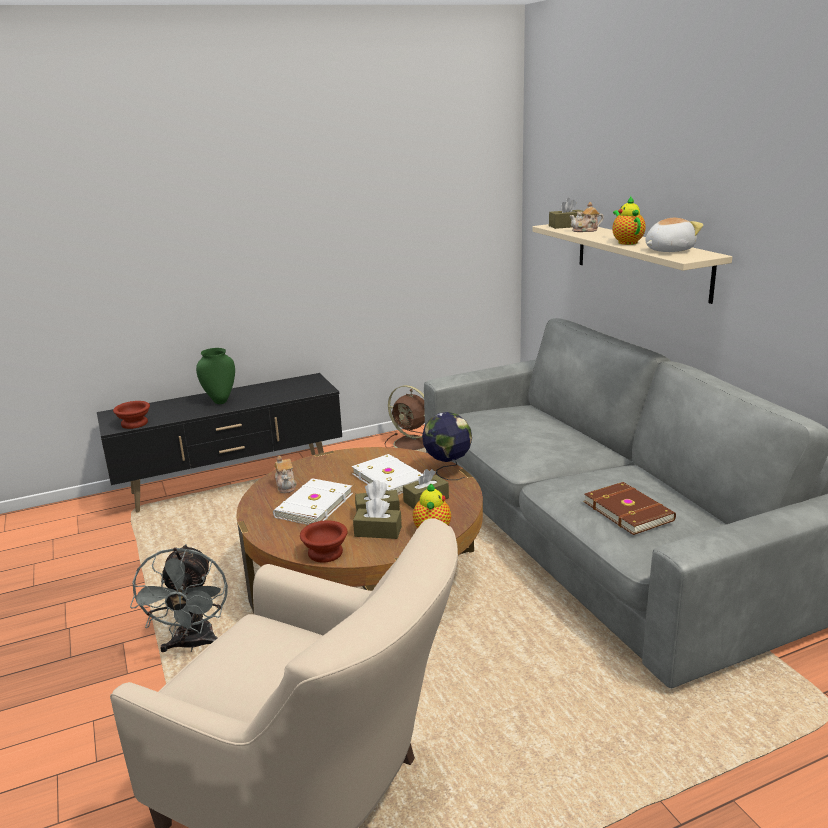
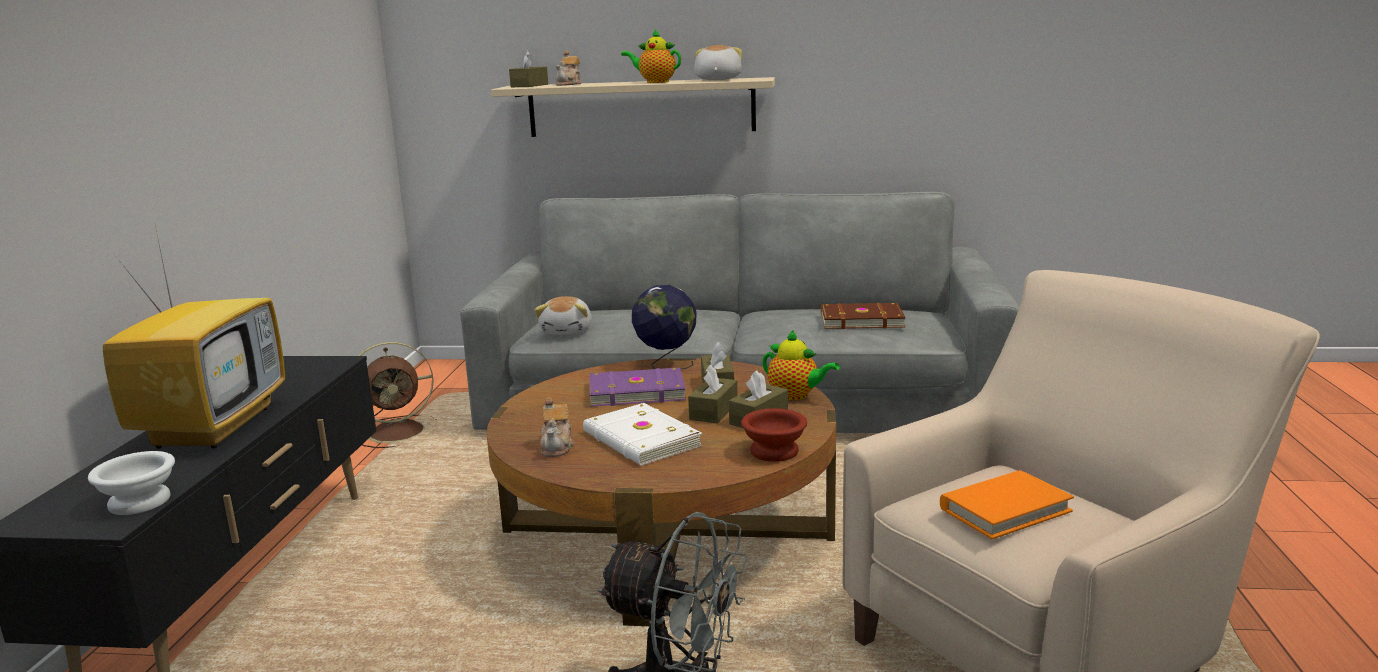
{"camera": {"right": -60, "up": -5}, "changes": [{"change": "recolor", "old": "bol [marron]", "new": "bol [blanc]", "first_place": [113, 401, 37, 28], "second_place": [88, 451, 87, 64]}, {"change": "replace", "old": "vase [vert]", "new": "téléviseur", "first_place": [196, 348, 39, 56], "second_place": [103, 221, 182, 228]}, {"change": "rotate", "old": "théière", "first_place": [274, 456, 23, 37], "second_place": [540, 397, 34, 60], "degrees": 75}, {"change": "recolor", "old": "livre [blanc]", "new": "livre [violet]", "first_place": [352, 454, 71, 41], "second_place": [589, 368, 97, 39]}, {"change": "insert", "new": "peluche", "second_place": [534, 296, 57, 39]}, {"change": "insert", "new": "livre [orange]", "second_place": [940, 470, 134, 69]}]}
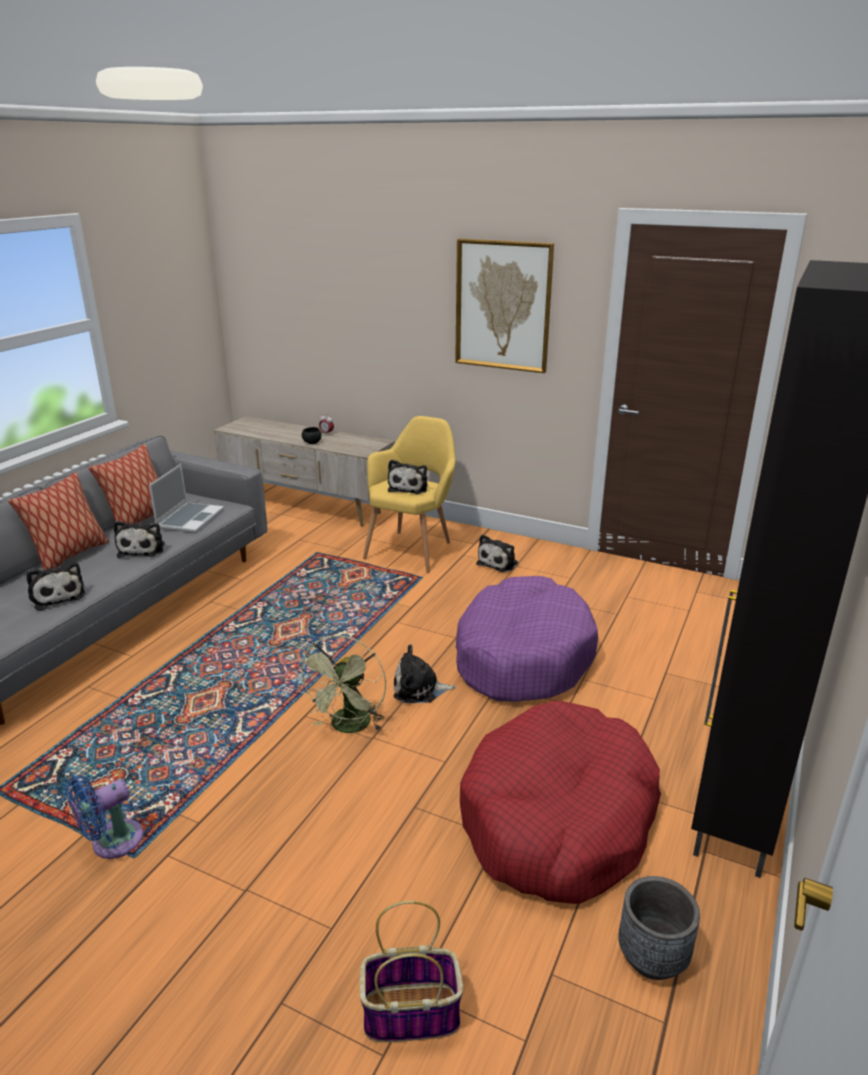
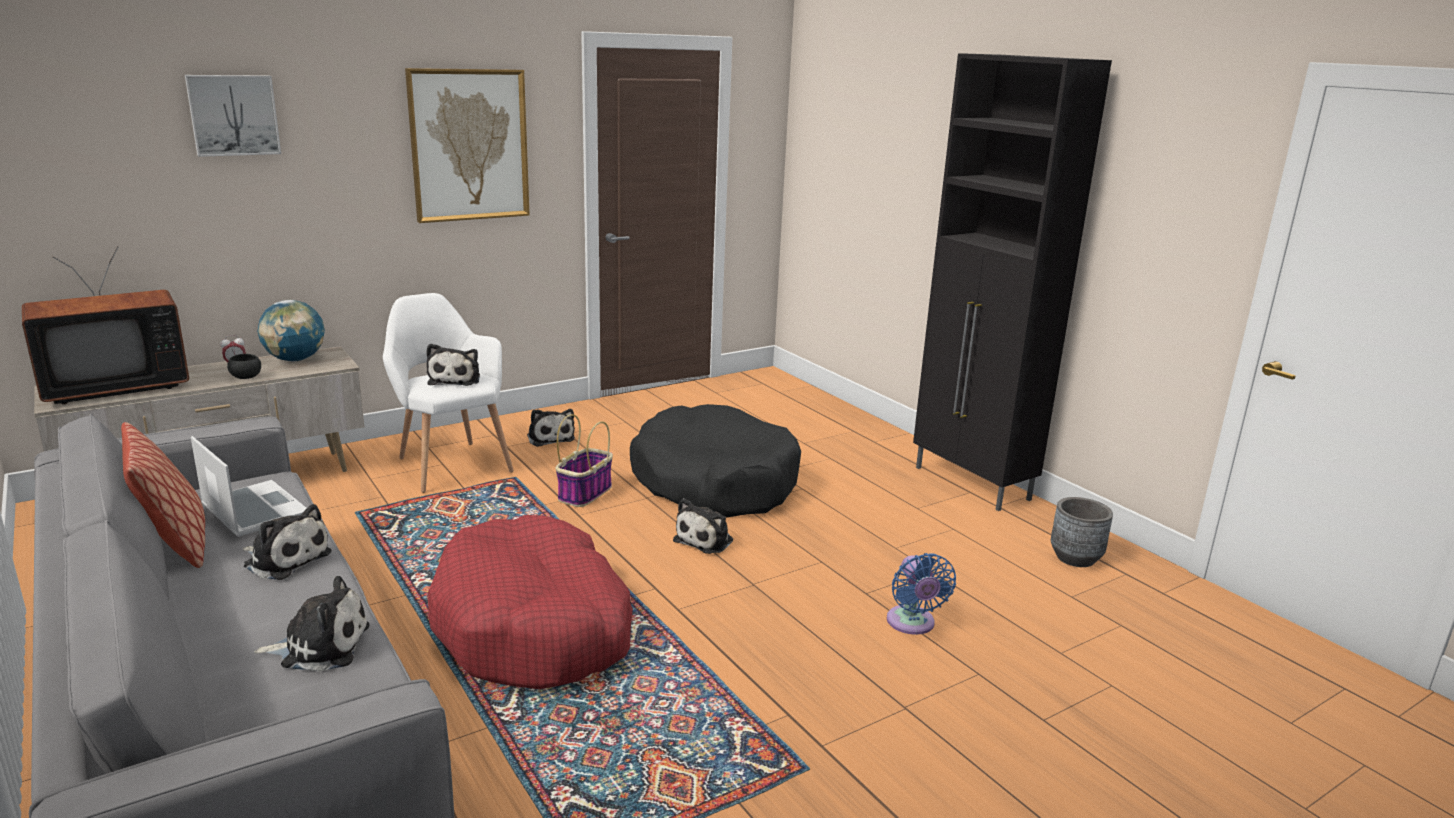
{"camera": {"right": -60, "up": -5}, "changes": [{"change": "delete", "old": "coussin", "first_place": [8, 472, 101, 98]}, {"change": "move", "old": "ventilateur [bleu]", "first_place": [65, 775, 78, 84], "second_place": [887, 553, 69, 82]}, {"change": "delete", "old": "ventilateur [vert]", "first_place": [297, 635, 89, 98]}, {"change": "move", "old": "panier", "first_place": [359, 901, 104, 141], "second_place": [556, 414, 57, 93]}, {"change": "recolor", "old": "fauteuil [jaune]", "new": "fauteuil [blanc]", "first_place": [363, 416, 93, 157], "second_place": [383, 293, 131, 200]}, {"change": "rotate", "old": "peluche", "first_place": [388, 459, 40, 35], "second_place": [427, 344, 53, 42], "degrees": 45}, {"change": "recolor", "old": "panier pour chien [violet]", "new": "panier pour chien [noir]", "first_place": [456, 576, 142, 126], "second_place": [630, 404, 171, 113]}, {"change": "move", "old": "panier pour chien [rouge]", "first_place": [460, 700, 201, 204], "second_place": [427, 515, 206, 174]}, {"change": "insert", "new": "téléviseur", "second_place": [22, 246, 167, 158]}, {"change": "insert", "new": "tableau", "second_place": [185, 75, 96, 82]}, {"change": "insert", "new": "globe", "second_place": [258, 300, 67, 62]}]}
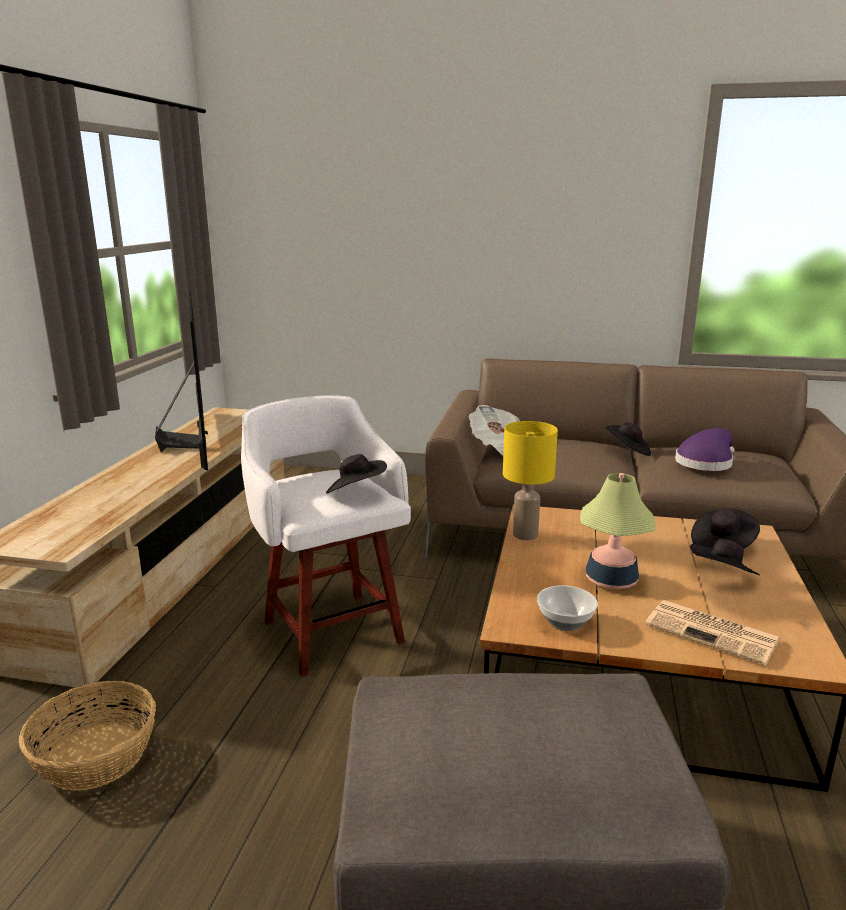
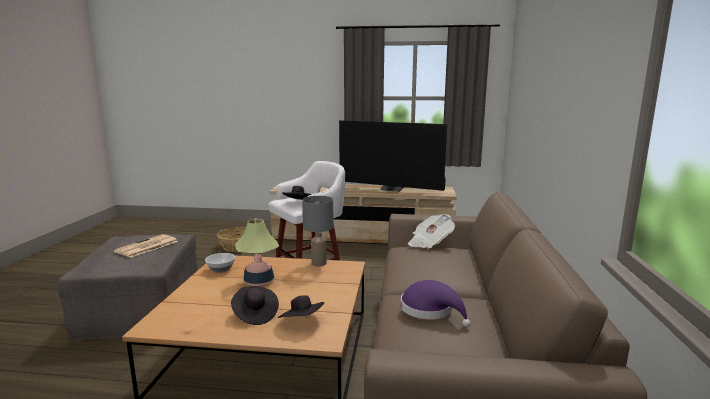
{"camera": {"right": 85, "up": -5}, "changes": [{"change": "rotate", "old": "téléviseur", "first_place": [155, 289, 53, 181], "second_place": [339, 120, 108, 72], "degrees": 45}, {"change": "recolor", "old": "lampe de table [jaune]", "new": "lampe de table [gris]", "first_place": [503, 421, 55, 119], "second_place": [302, 196, 32, 70]}, {"change": "delete", "old": "chapeau [noir]", "first_place": [605, 422, 46, 34]}, {"change": "move", "old": "journal", "first_place": [645, 600, 135, 66], "second_place": [114, 234, 64, 24]}]}
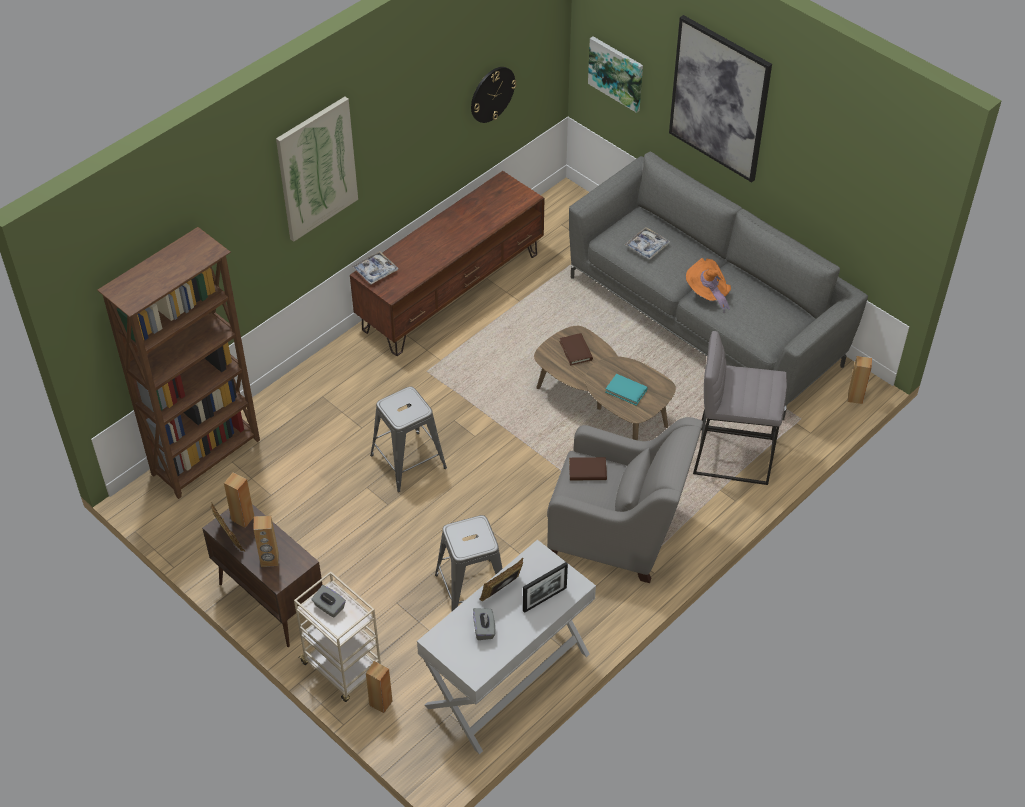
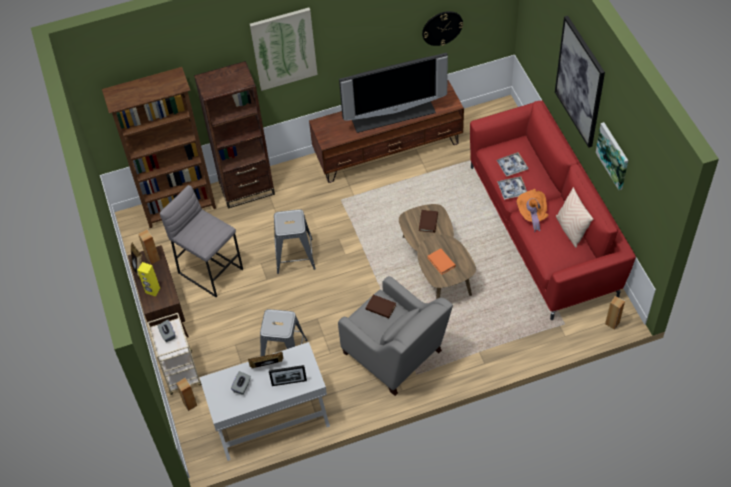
{"camera": {"right": 30, "up": 5}, "changes": [{"change": "recolor", "old": "enceinte [marron]", "new": "enceinte [jaune]", "first_place": [253, 515, 26, 52], "second_place": [137, 262, 23, 34]}, {"change": "move", "old": "plateau", "first_place": [352, 251, 46, 33], "second_place": [497, 176, 30, 24]}, {"change": "recolor", "old": "canapé [gris]", "new": "canapé [rouge]", "first_place": [569, 151, 299, 269], "second_place": [470, 100, 166, 220]}, {"change": "move", "old": "tableau", "first_place": [588, 36, 55, 77], "second_place": [596, 122, 32, 68]}, {"change": "recolor", "old": "livre [turquoise]", "new": "livre [orange]", "first_place": [606, 374, 42, 31], "second_place": [428, 248, 28, 27]}, {"change": "move", "old": "tabouret [gris]", "first_place": [693, 331, 94, 154], "second_place": [160, 185, 83, 113]}, {"change": "insert", "new": "bibliothèque [marron]", "second_place": [194, 61, 81, 147]}, {"change": "insert", "new": "téléviseur", "second_place": [339, 53, 109, 80]}, {"change": "insert", "new": "coussin [beige]", "second_place": [556, 187, 37, 61]}]}
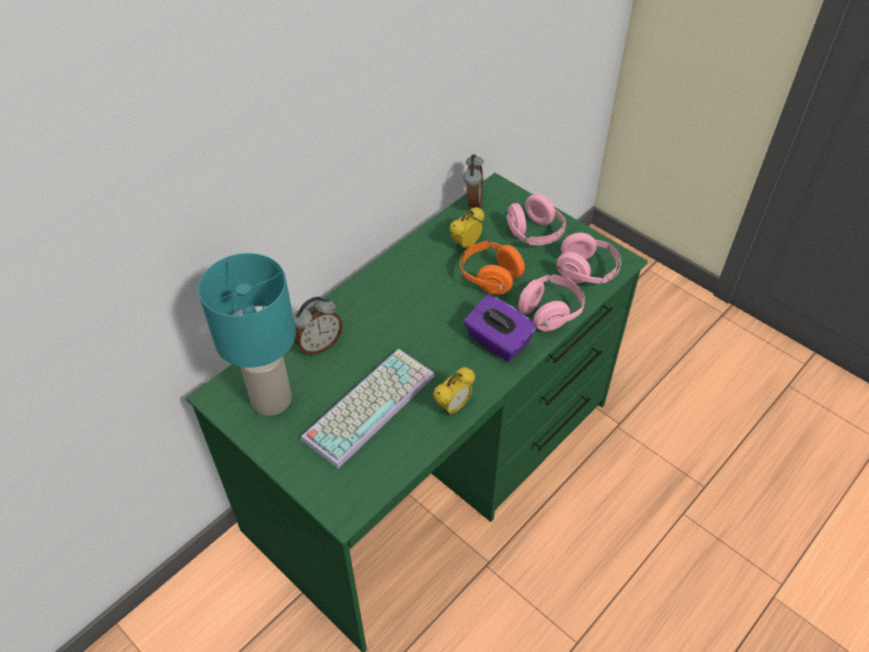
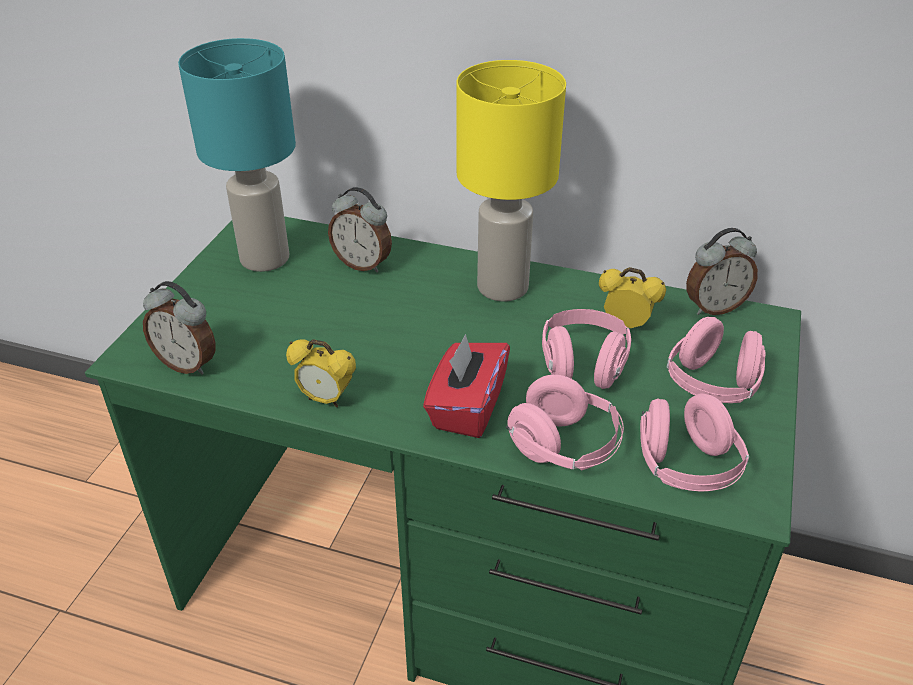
{"camera": {"right": 65, "up": -10}, "changes": [{"change": "delete", "old": "clavier", "first_place": [301, 349, 134, 119]}, {"change": "recolor", "old": "casque audio [orange]", "new": "casque audio [rose]", "first_place": [460, 241, 66, 54], "second_place": [542, 309, 89, 80]}, {"change": "recolor", "old": "boîte à mouchoirs [violet]", "new": "boîte à mouchoirs [rouge]", "first_place": [464, 295, 72, 67], "second_place": [423, 334, 87, 104]}, {"change": "insert", "new": "réveil", "second_place": [143, 281, 73, 94]}, {"change": "insert", "new": "lampe de table [jaune]", "second_place": [456, 60, 110, 241]}]}
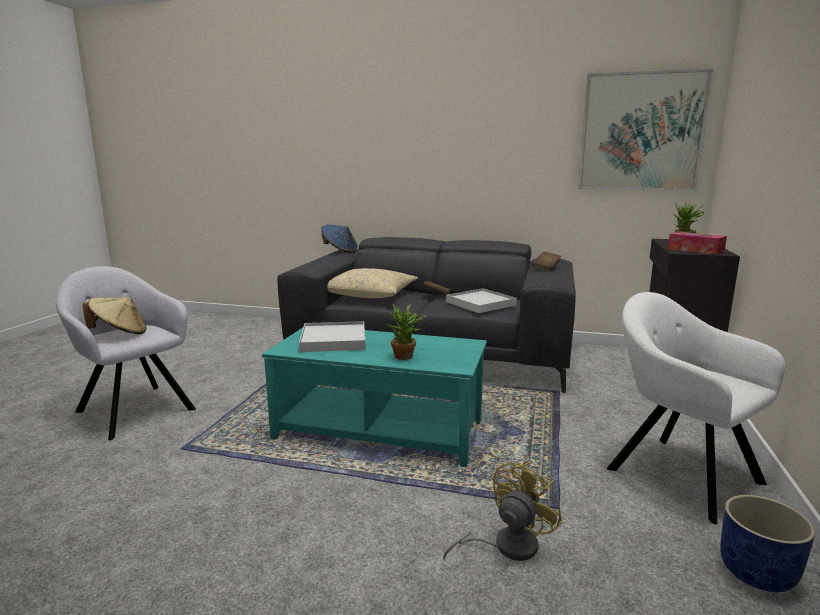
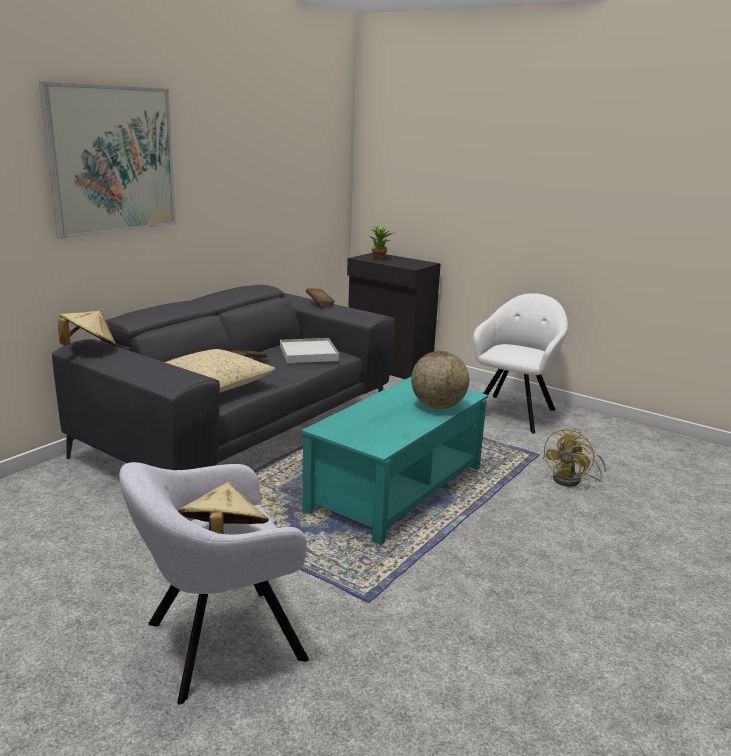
{"camera": {"right": -70, "up": 5}, "changes": [{"change": "delete", "old": "plateau [blanc]", "first_place": [299, 321, 67, 31]}, {"change": "recolor", "old": "chapeau [bleu]", "new": "chapeau [beige]", "first_place": [321, 224, 37, 29], "second_place": [58, 311, 58, 35]}, {"change": "replace", "old": "plante en pot", "new": "globe", "first_place": [385, 304, 43, 56], "second_place": [411, 351, 58, 58]}, {"change": "rotate", "old": "ventilateur [jaune]", "first_place": [443, 461, 120, 100], "second_place": [542, 428, 64, 59], "degrees": -120}, {"change": "move", "old": "tableau", "first_place": [578, 69, 135, 122], "second_place": [39, 82, 137, 157]}, {"change": "rotate", "old": "fauteuil [blanc]", "first_place": [607, 292, 179, 232], "second_place": [473, 293, 95, 141], "degrees": 135}, {"change": "delete", "old": "boîte à mouchoirs", "first_place": [668, 232, 59, 23]}, {"change": "delete", "old": "cache-pot [bleu]", "first_place": [721, 495, 94, 97]}]}
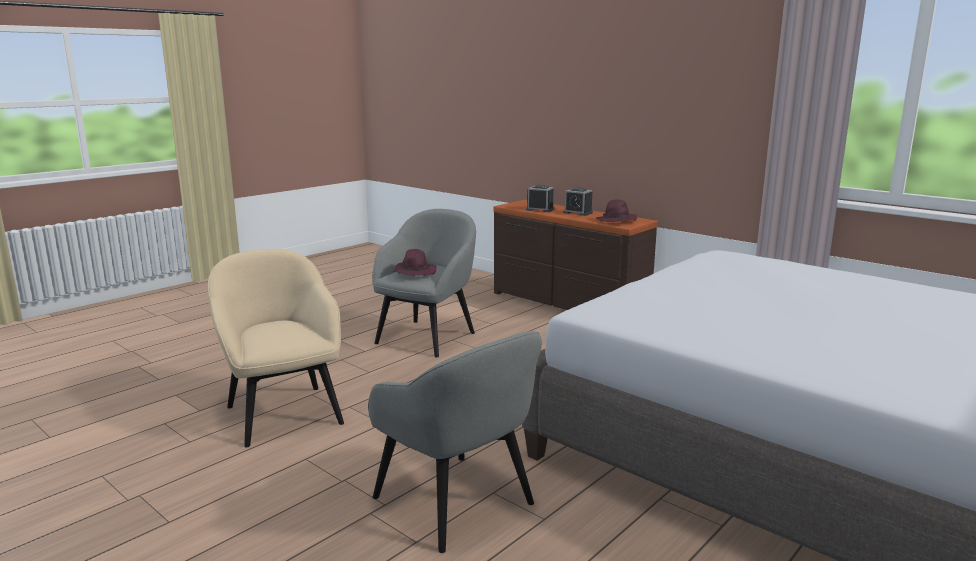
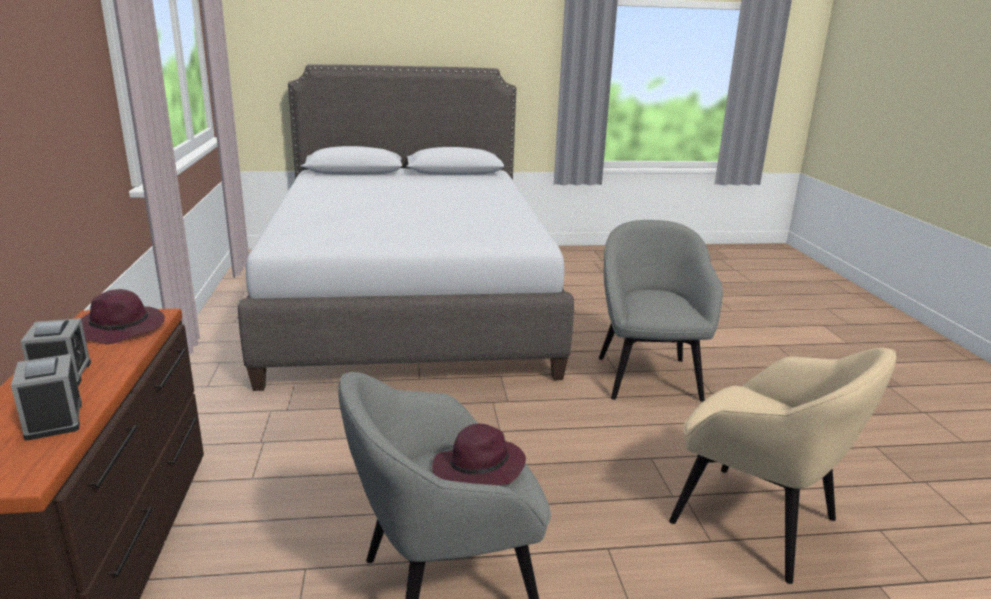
{"camera": {"right": -140, "up": 5}, "changes": [{"change": "rotate", "old": "fauteuil [beige]", "first_place": [208, 249, 136, 199], "second_place": [669, 348, 227, 236], "degrees": -60}]}
